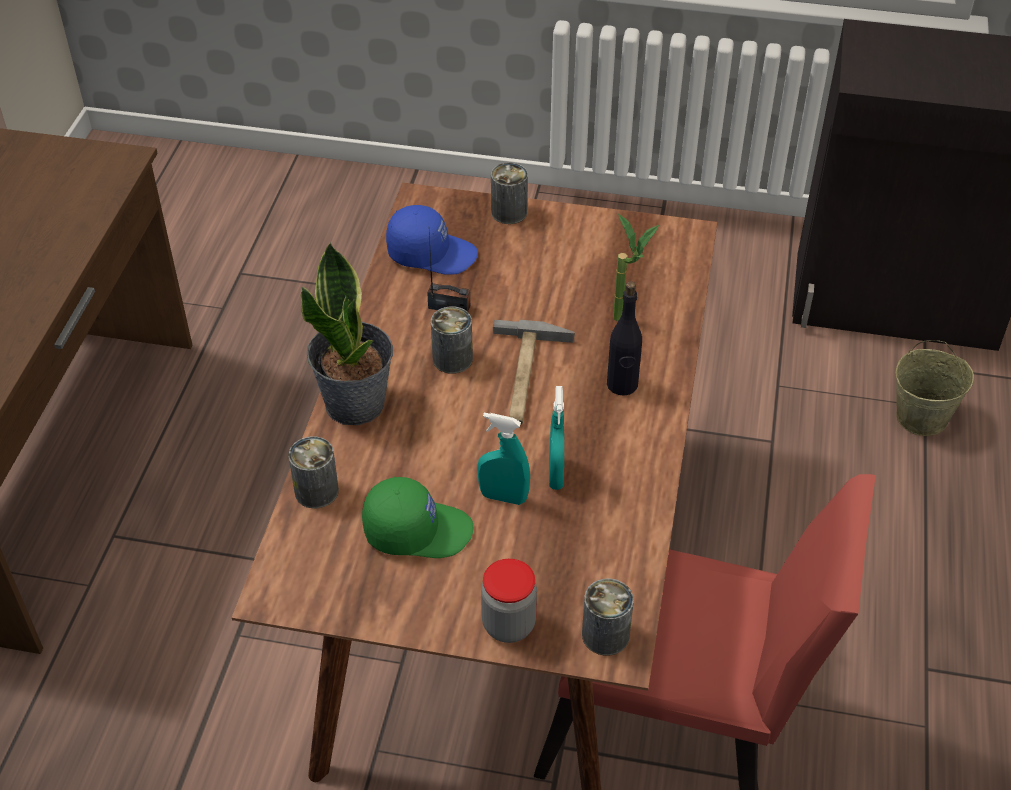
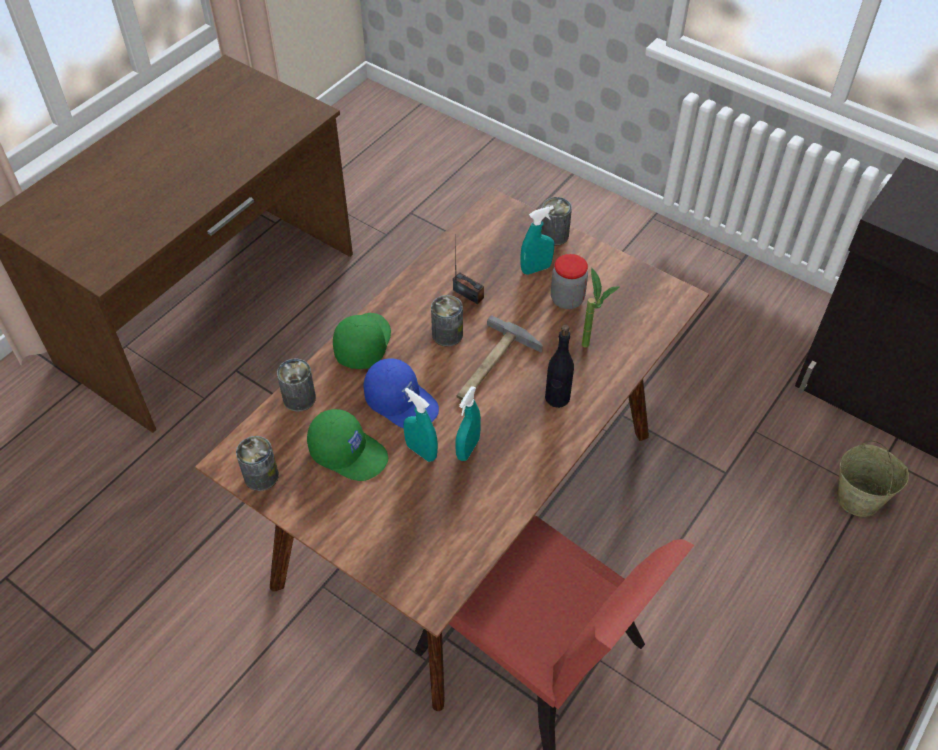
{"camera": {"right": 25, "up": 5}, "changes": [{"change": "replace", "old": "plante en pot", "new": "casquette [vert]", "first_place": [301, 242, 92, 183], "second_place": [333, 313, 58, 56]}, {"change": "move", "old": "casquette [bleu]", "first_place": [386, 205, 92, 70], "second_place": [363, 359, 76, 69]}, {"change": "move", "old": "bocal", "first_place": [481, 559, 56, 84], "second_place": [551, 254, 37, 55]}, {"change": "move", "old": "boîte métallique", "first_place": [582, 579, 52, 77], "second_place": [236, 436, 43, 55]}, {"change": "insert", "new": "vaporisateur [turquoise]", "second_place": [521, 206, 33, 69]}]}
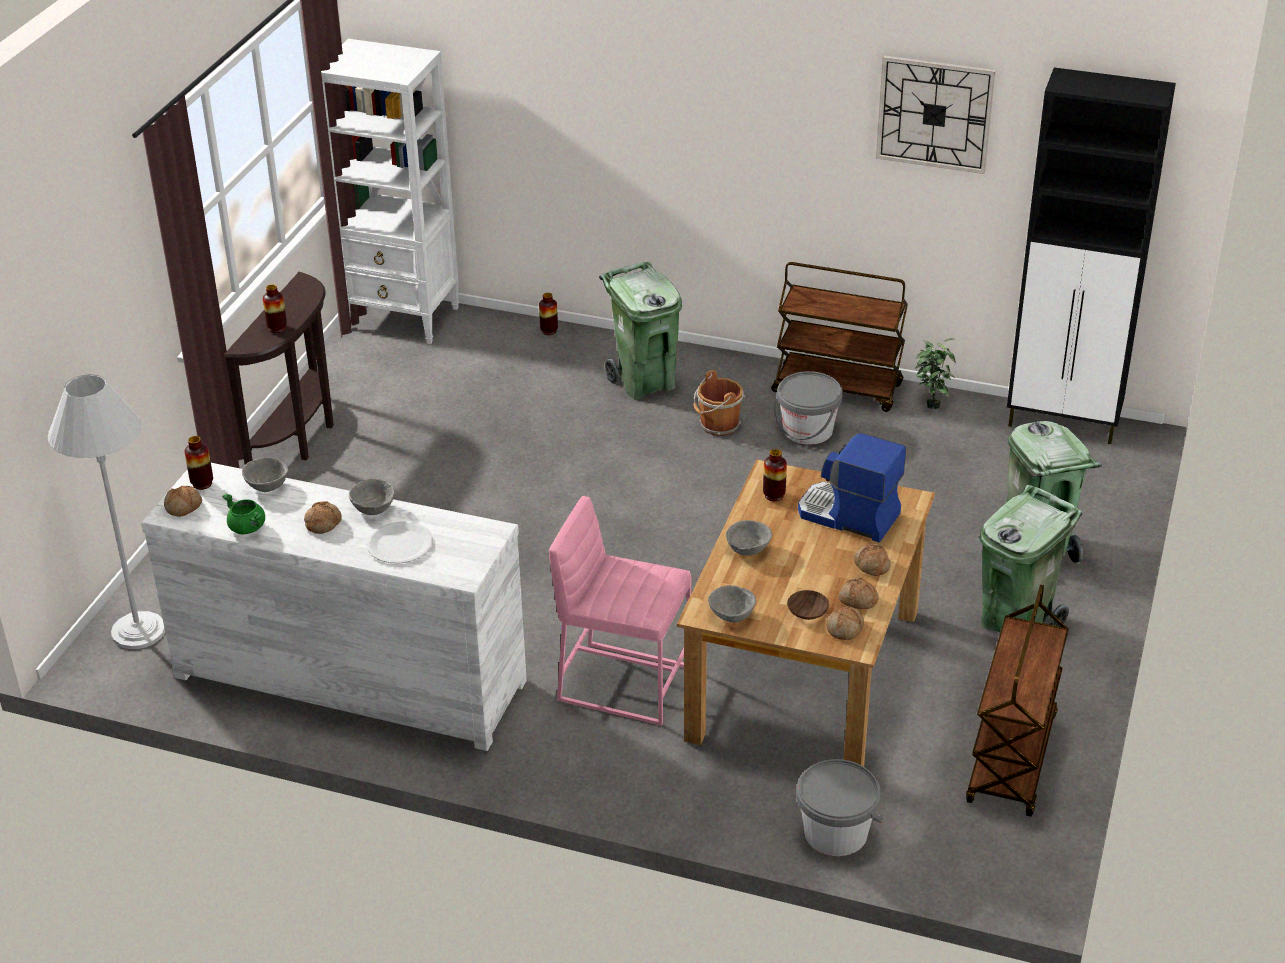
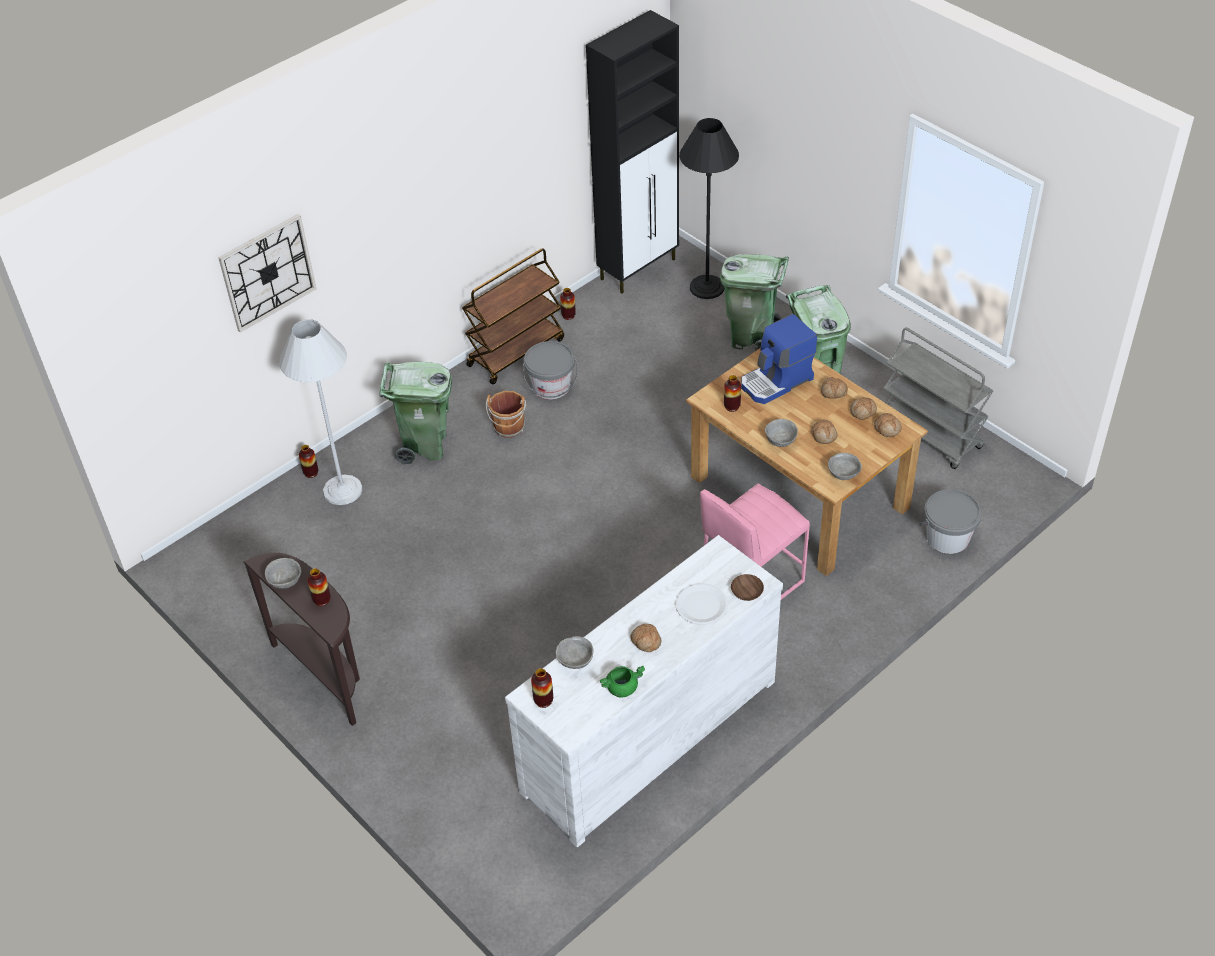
{"camera": {"right": -60, "up": 10}, "changes": [{"change": "move", "old": "lampadaire [blanc]", "first_place": [48, 374, 117, 275], "second_place": [279, 319, 83, 186]}, {"change": "move", "old": "pain", "first_place": [164, 486, 38, 31], "second_place": [812, 420, 26, 24]}, {"change": "delete", "old": "bibliothèque [blanc]", "first_place": [321, 39, 138, 305]}, {"change": "move", "old": "bol [gris]", "first_place": [349, 479, 45, 36], "second_place": [265, 558, 36, 31]}, {"change": "move", "old": "bol [marron]", "first_place": [787, 590, 42, 30], "second_place": [731, 574, 33, 27]}, {"change": "move", "old": "horloge murale", "first_place": [876, 56, 120, 118], "second_place": [218, 214, 98, 119]}, {"change": "replace", "old": "plante en pot", "new": "vase", "first_place": [915, 338, 41, 71], "second_place": [560, 288, 16, 32]}, {"change": "recolor", "old": "chariot [marron]", "new": "chariot [gris]", "first_place": [966, 584, 103, 233], "second_place": [883, 327, 110, 142]}, {"change": "insert", "new": "lampadaire [noir]", "second_place": [679, 118, 60, 181]}]}
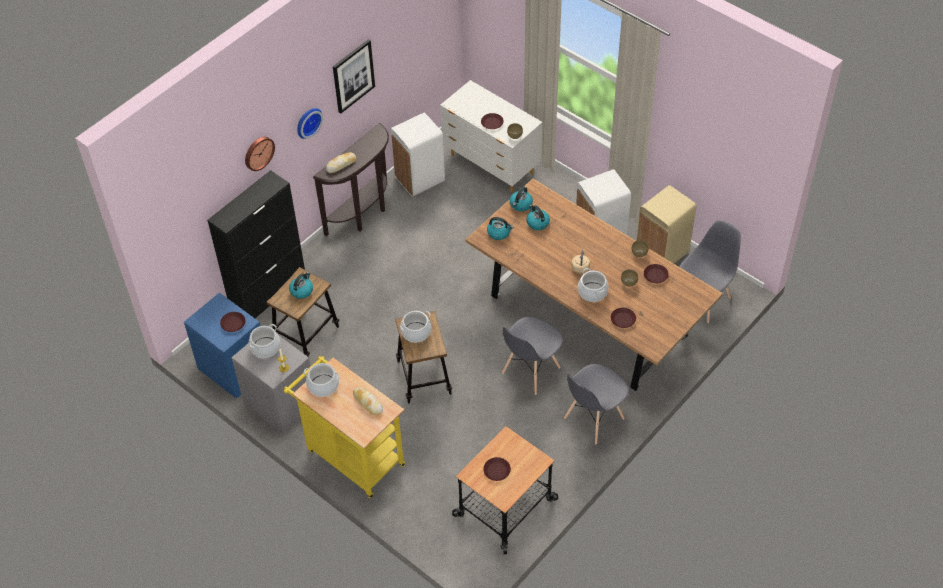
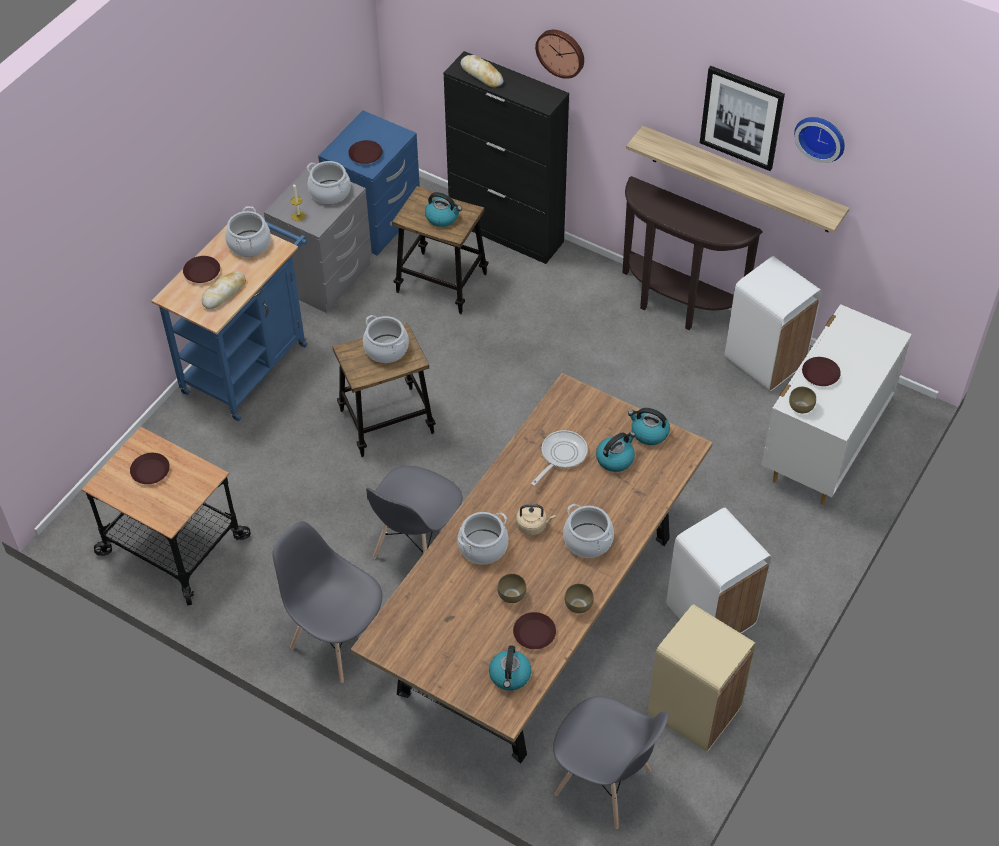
{"camera": {"right": 80, "up": 0}, "changes": [{"change": "recolor", "old": "chariot [jaune]", "new": "chariot [bleu]", "first_place": [284, 356, 121, 142], "second_place": [151, 221, 156, 200]}, {"change": "move", "old": "horloge murale", "first_place": [298, 108, 25, 31], "second_place": [794, 117, 51, 46]}, {"change": "move", "old": "pain", "first_place": [326, 152, 30, 21], "second_place": [461, 55, 42, 32]}, {"change": "move", "old": "bouilloire", "first_place": [487, 217, 27, 23], "second_place": [489, 645, 42, 45]}, {"change": "rotate", "old": "chaise [gris]", "first_place": [502, 317, 61, 78], "second_place": [366, 466, 97, 93], "degrees": -90}, {"change": "move", "old": "assiette [marron]", "first_place": [611, 308, 25, 20], "second_place": [183, 256, 37, 27]}, {"change": "insert", "new": "poêle", "second_place": [531, 430, 57, 56]}, {"change": "insert", "new": "marmite", "second_place": [563, 504, 51, 54]}, {"change": "insert", "new": "étagère", "second_place": [626, 126, 223, 107]}]}
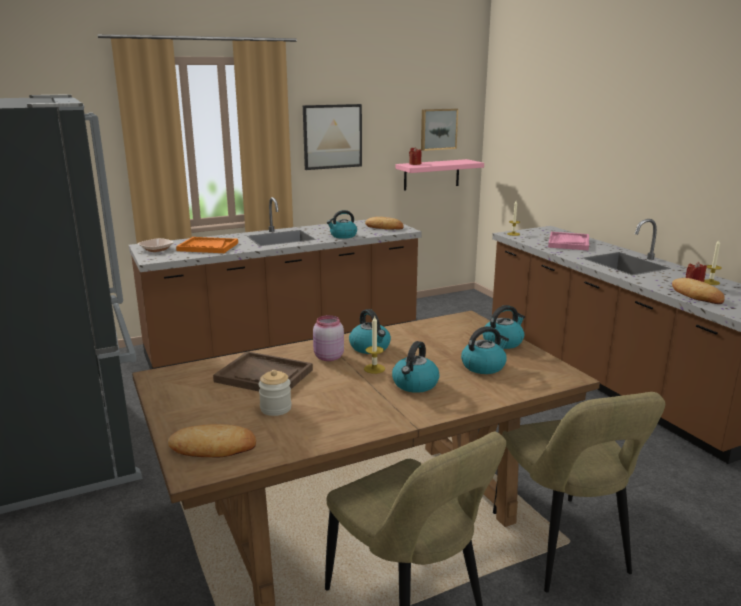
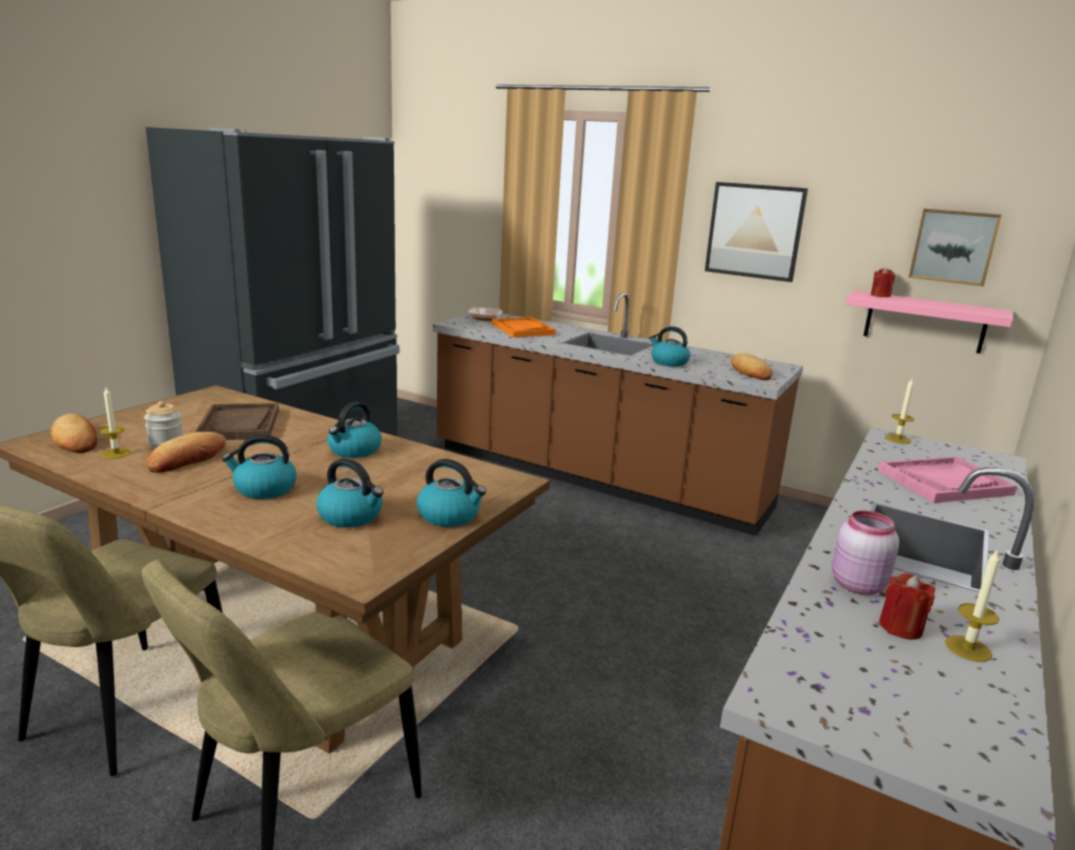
{"camera": {"right": 55, "up": 0}, "changes": [{"change": "move", "old": "bocal [rose]", "first_place": [313, 315, 31, 46], "second_place": [832, 511, 67, 84]}, {"change": "move", "old": "bougie", "first_place": [364, 316, 21, 58], "second_place": [100, 387, 31, 72]}, {"change": "move", "old": "pain", "first_place": [672, 278, 53, 26], "second_place": [147, 432, 79, 41]}]}
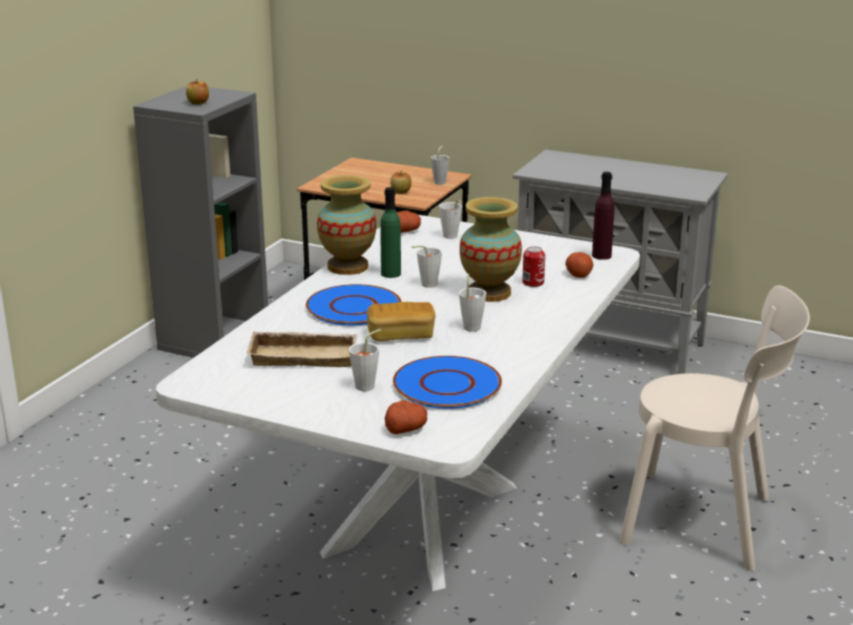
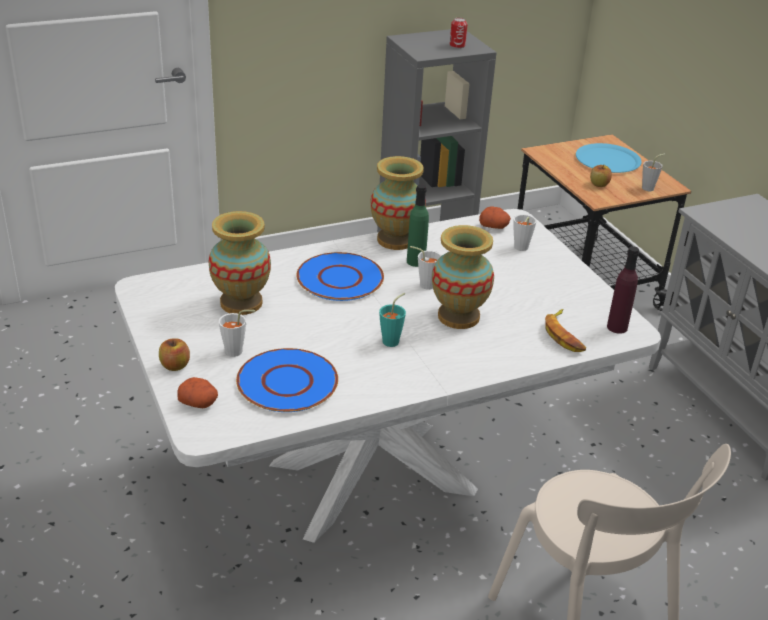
{"camera": {"right": 40, "up": 10}, "changes": [{"change": "move", "old": "pomme", "first_place": [186, 80, 23, 25], "second_place": [159, 338, 31, 33]}, {"change": "replace", "old": "plateau [beige]", "new": "vase", "first_place": [246, 331, 111, 36], "second_place": [209, 211, 62, 104]}, {"change": "delete", "old": "pain", "first_place": [367, 302, 68, 39]}, {"change": "recolor", "old": "tasse [blanc]", "new": "tasse [turquoise]", "first_place": [459, 274, 27, 58], "second_place": [379, 293, 27, 54]}, {"change": "move", "old": "boîte métallique", "first_place": [522, 246, 23, 41], "second_place": [450, 18, 18, 30]}, {"change": "replace", "old": "pomme de terre", "new": "banane", "first_place": [565, 252, 28, 26], "second_place": [545, 309, 41, 43]}, {"change": "insert", "new": "assiette [bleu]", "second_place": [576, 143, 66, 30]}]}
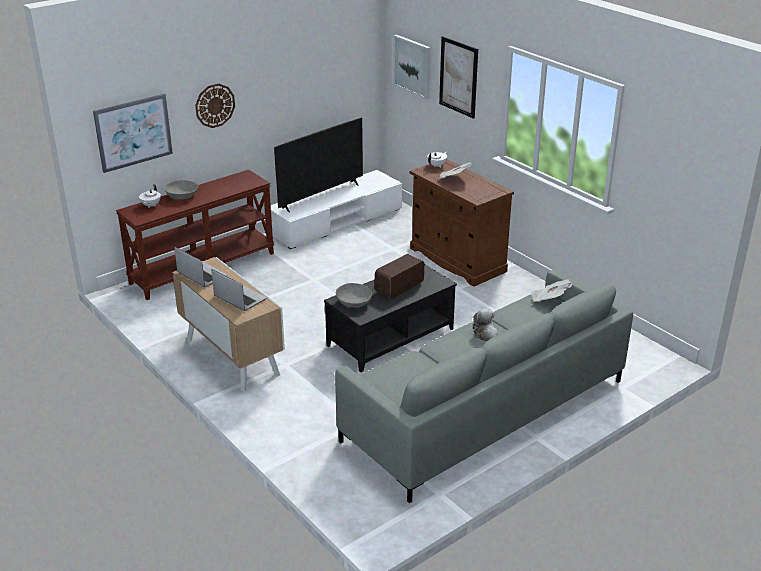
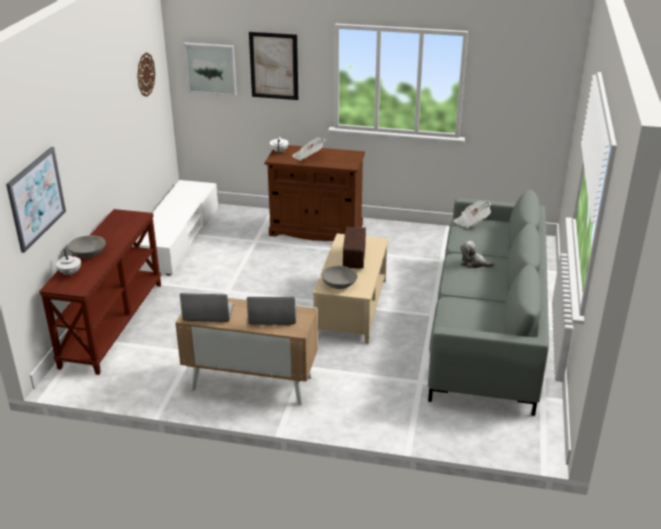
{"camera": {"right": -40, "up": 0}, "changes": [{"change": "move", "old": "horloge murale", "first_place": [195, 83, 40, 45], "second_place": [137, 53, 18, 44]}, {"change": "delete", "old": "téléviseur", "first_place": [274, 118, 89, 95]}, {"change": "recolor", "old": "table basse [noir]", "new": "table basse [beige]", "first_place": [324, 264, 133, 108], "second_place": [313, 233, 75, 110]}]}
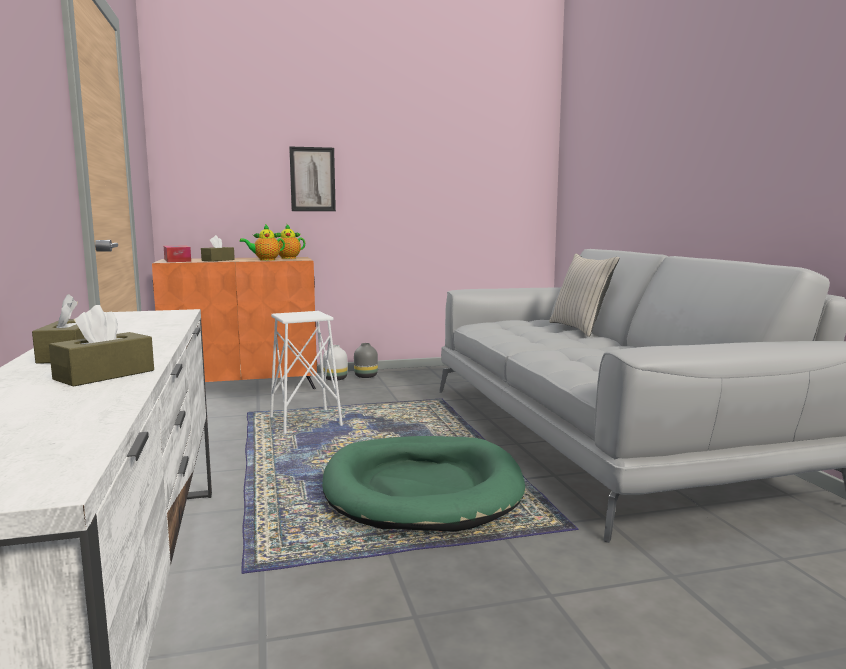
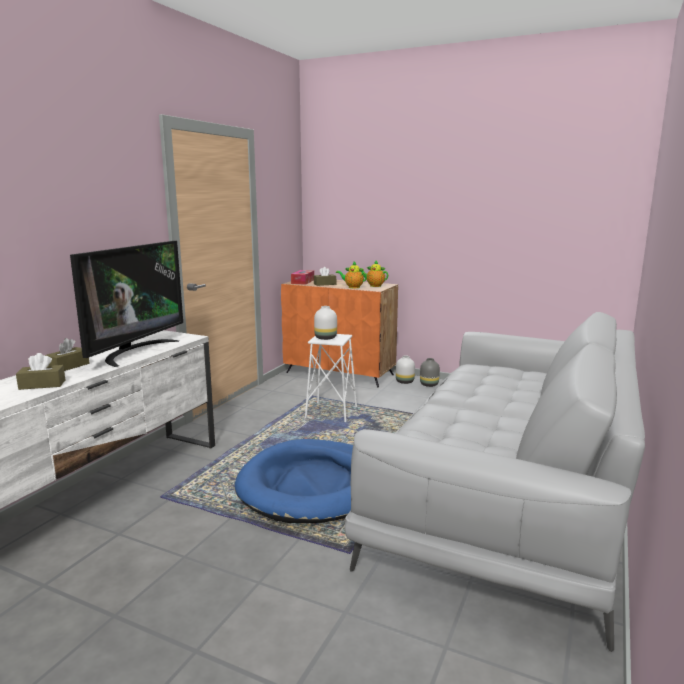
{"camera": {"right": 40, "up": 5}, "changes": [{"change": "delete", "old": "tableau", "first_place": [289, 146, 47, 65]}, {"change": "recolor", "old": "panier pour chien [vert]", "new": "panier pour chien [bleu]", "first_place": [322, 436, 203, 95], "second_place": [235, 439, 118, 84]}, {"change": "delete", "old": "coussin [beige]", "first_place": [549, 254, 71, 83]}, {"change": "insert", "new": "téléviseur", "second_place": [70, 241, 113, 126]}, {"change": "insert", "new": "vase [blanc]", "second_place": [314, 306, 23, 34]}]}
